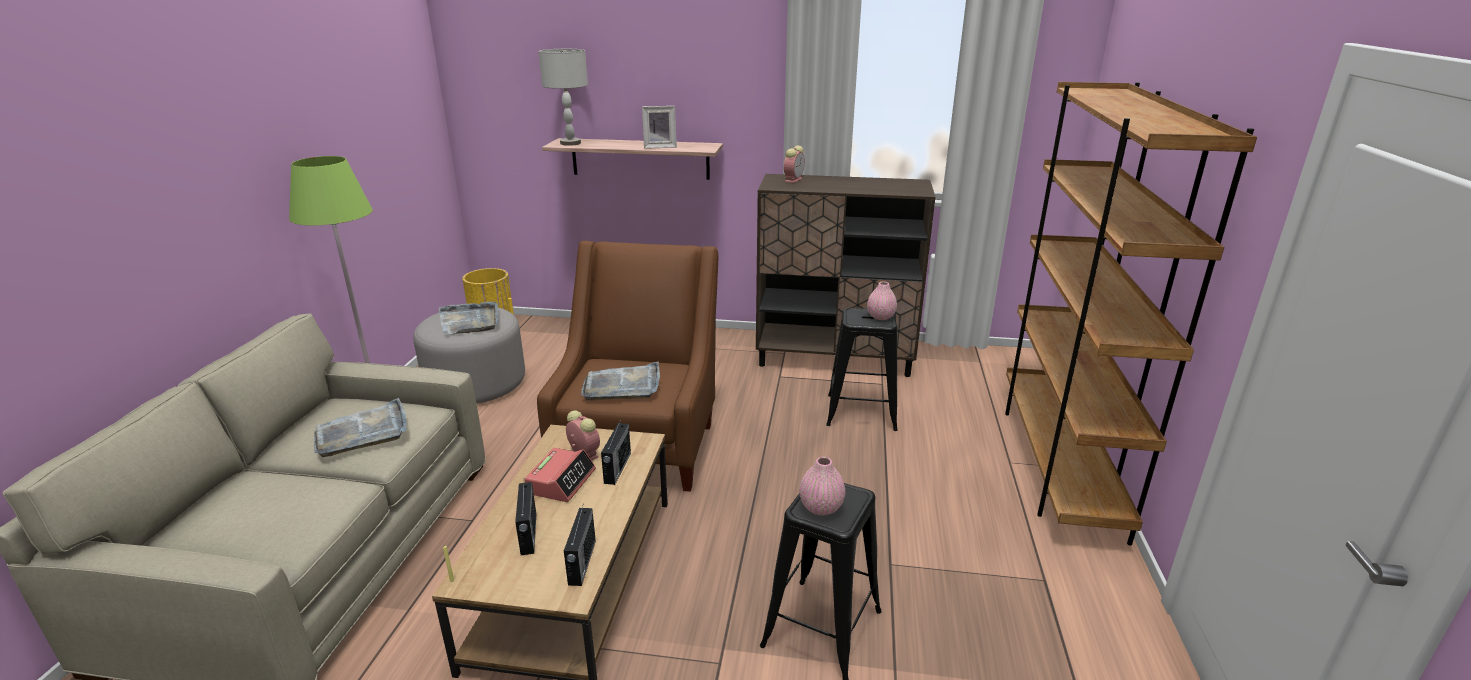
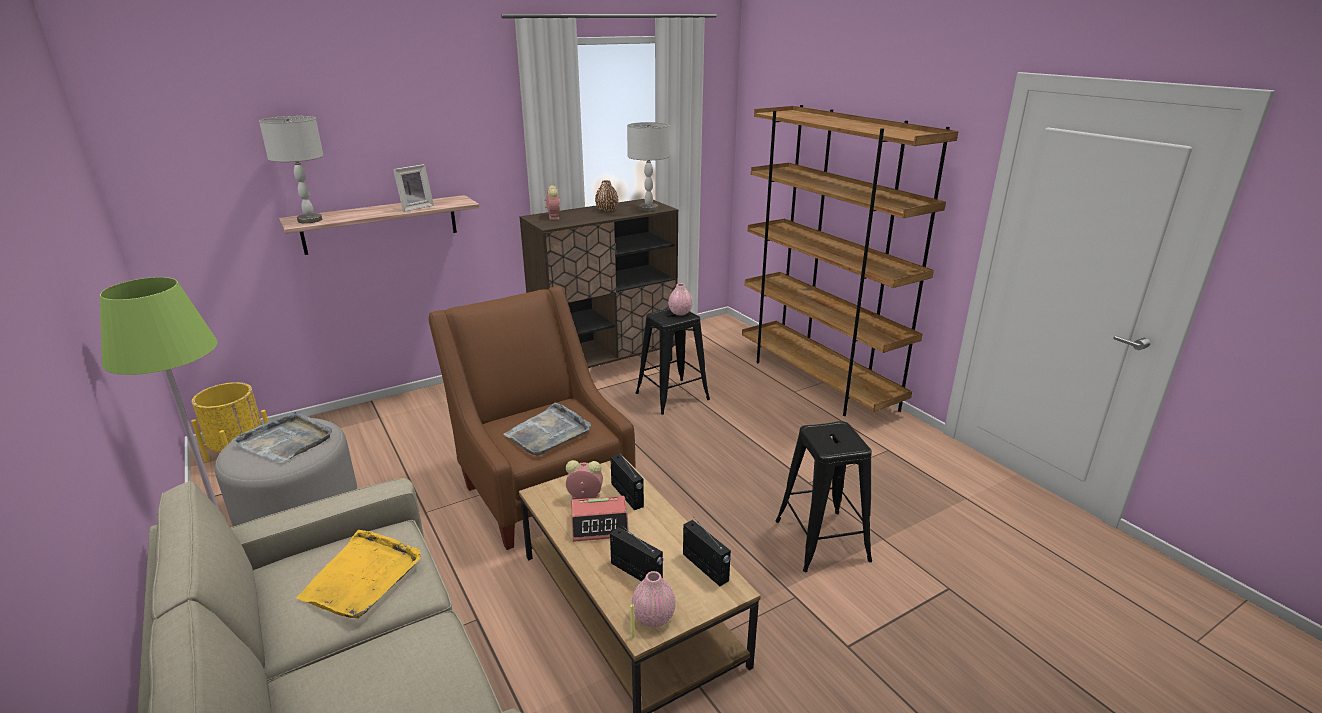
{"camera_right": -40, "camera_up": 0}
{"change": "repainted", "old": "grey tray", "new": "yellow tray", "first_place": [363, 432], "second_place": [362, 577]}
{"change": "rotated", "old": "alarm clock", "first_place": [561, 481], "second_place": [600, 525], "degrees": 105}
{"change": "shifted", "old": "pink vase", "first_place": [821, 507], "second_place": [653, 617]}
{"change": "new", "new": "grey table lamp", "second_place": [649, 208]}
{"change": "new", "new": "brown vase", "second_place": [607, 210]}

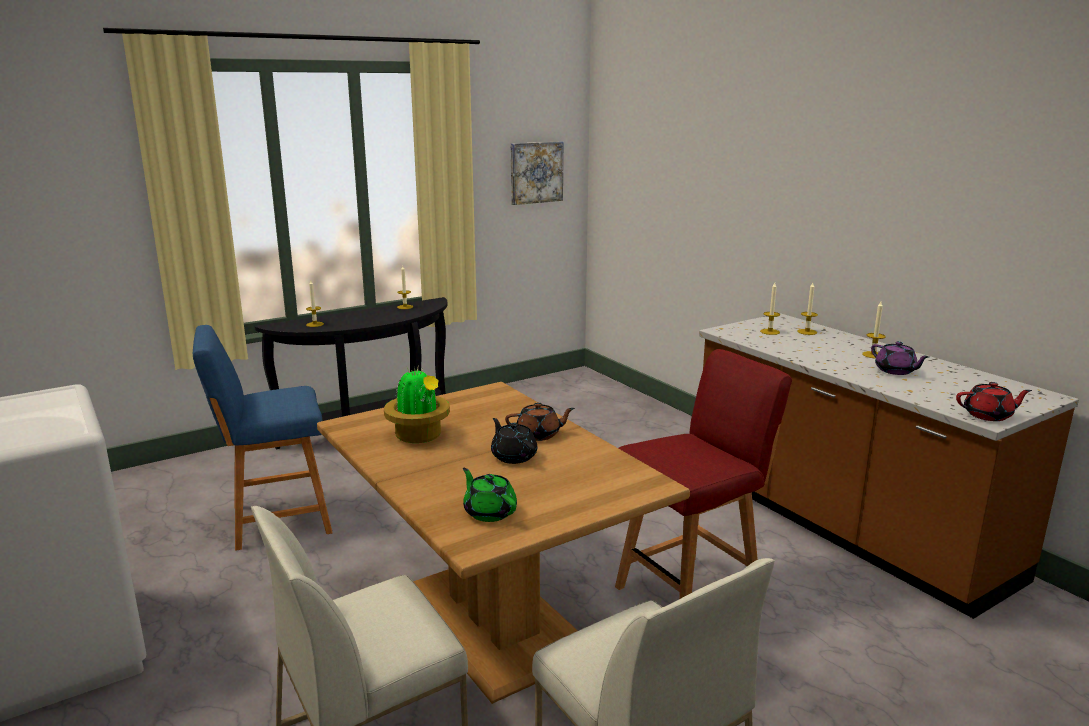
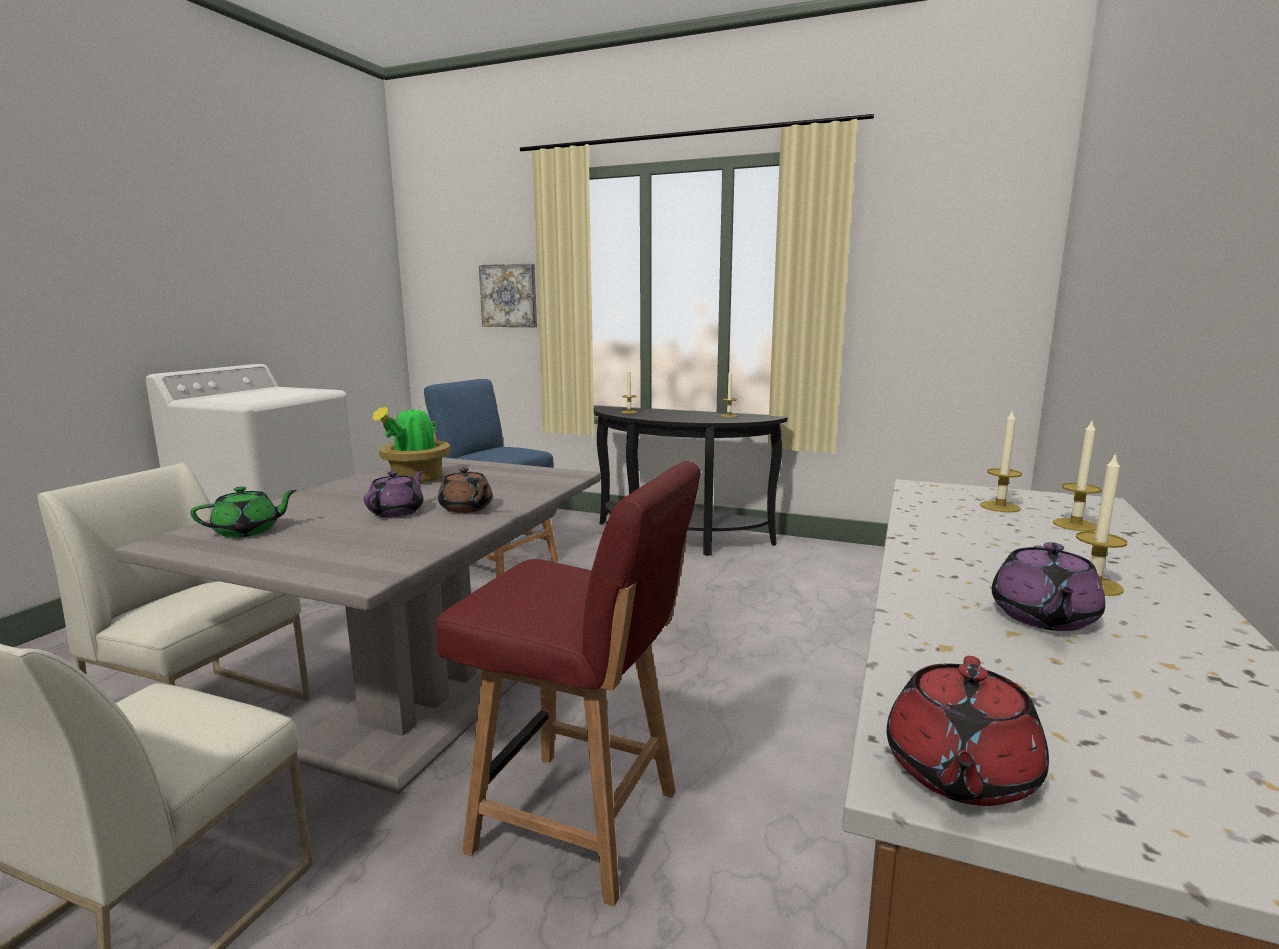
{"camera_right": 55, "camera_up": -5}
{"change": "shifted", "old": "picture", "first_place": [536, 172], "second_place": [509, 296]}
{"change": "repainted", "old": "brown dining table", "new": "grey dining table", "first_place": [490, 621], "second_place": [419, 704]}
{"change": "rotated", "old": "red teapot", "first_place": [988, 415], "second_place": [959, 773], "degrees": 60}
{"change": "repainted", "old": "black teapot", "new": "purple teapot", "first_place": [513, 456], "second_place": [397, 512]}
{"change": "rotated", "old": "green teapot", "first_place": [489, 512], "second_place": [248, 531], "degrees": 45}

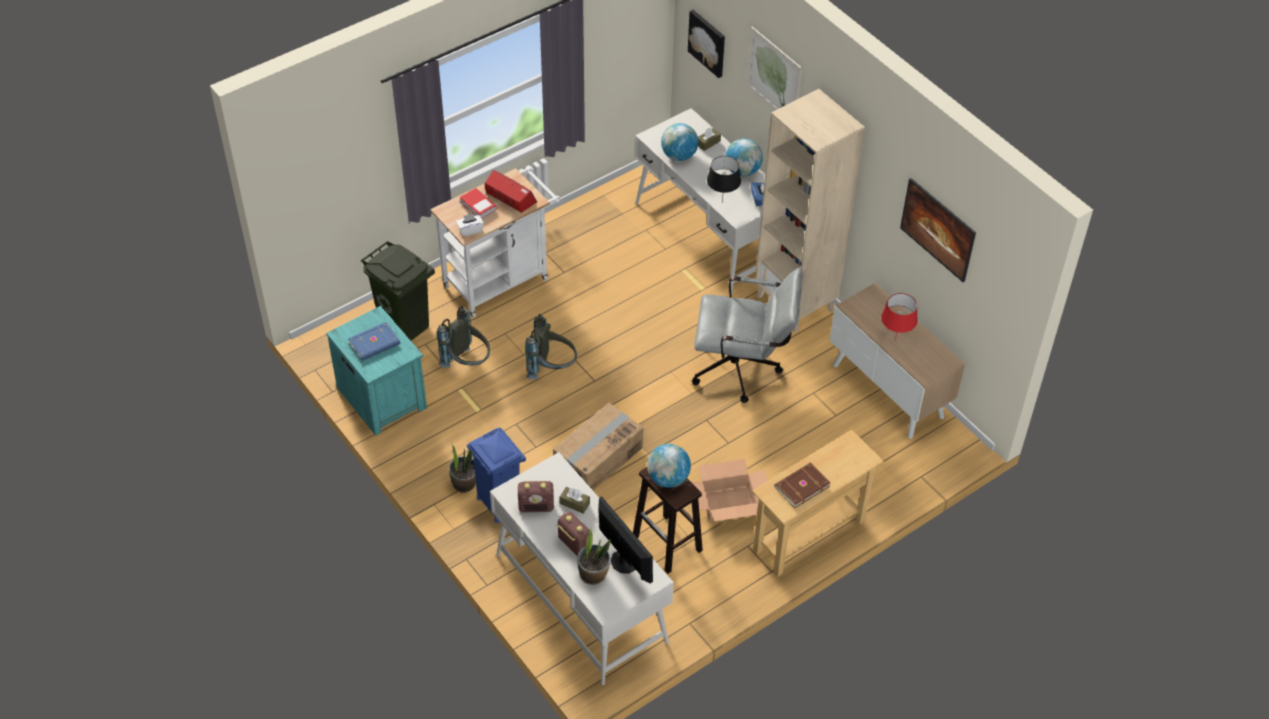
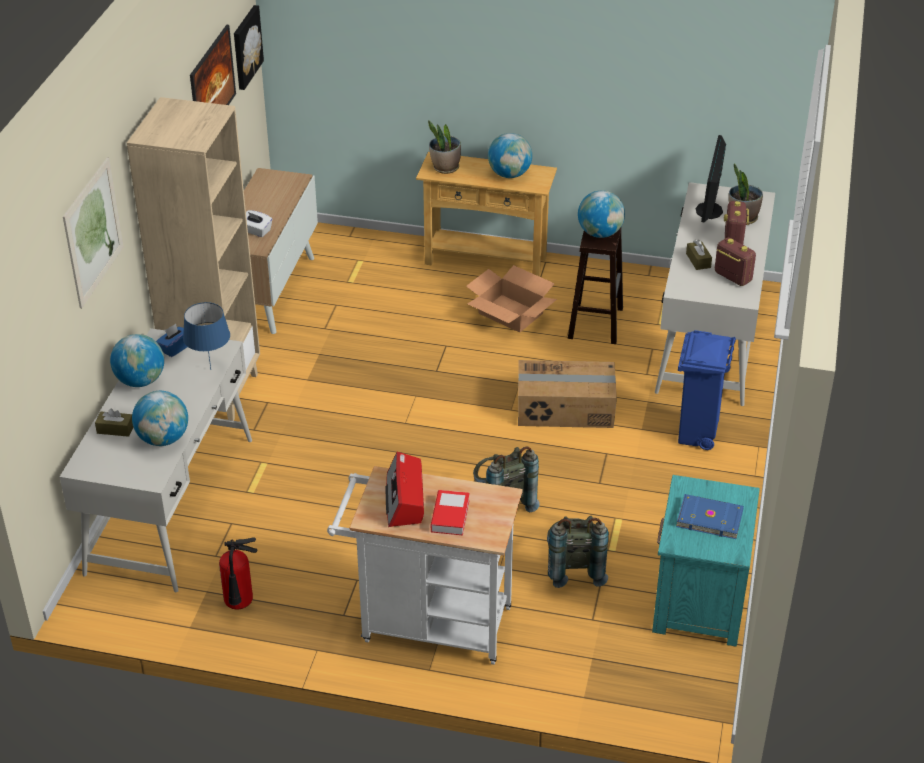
{"camera_right": -130, "camera_up": -10}
{"change": "shifted", "old": "picture", "first_place": [708, 42], "second_place": [245, 47]}
{"change": "repainted", "old": "black table lamp", "new": "blue table lamp", "first_place": [722, 202], "second_place": [210, 369]}
{"change": "shifted", "old": "white tissue box", "first_place": [470, 230], "second_place": [256, 231]}
{"change": "gone", "old": "green trash can", "first_place": [403, 325]}
{"change": "gone", "old": "grey office chair", "first_place": [743, 369]}
{"change": "gone", "old": "red table lamp", "first_place": [895, 340]}
{"change": "shifted", "old": "potted plant", "first_place": [464, 483], "second_place": [445, 168]}
{"change": "swapped", "old": "brown book", "new": "globe", "first_place": [801, 486], "second_place": [509, 174]}
{"change": "new", "new": "fire extinguisher", "second_place": [240, 605]}

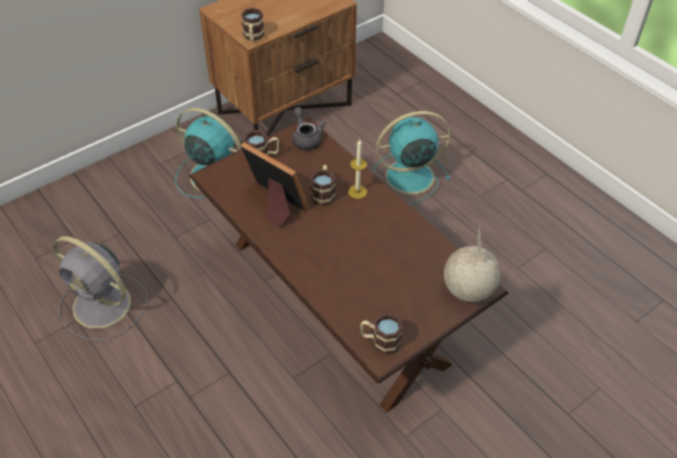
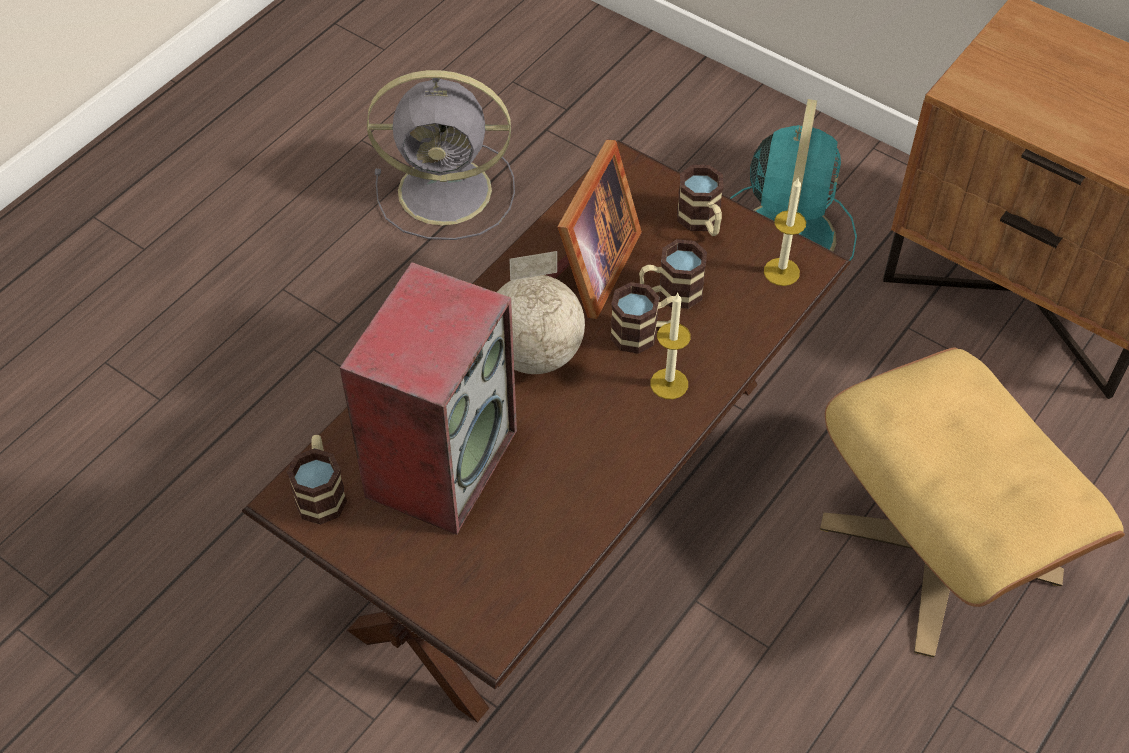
{"camera_right": 75, "camera_up": 5}
{"change": "shifted", "old": "mug", "first_place": [253, 37], "second_place": [670, 293]}
{"change": "swapped", "old": "grey teapot", "new": "candle", "first_place": [306, 138], "second_place": [781, 272]}
{"change": "swapped", "old": "turquoise fan", "new": "beige ottoman", "first_place": [407, 177], "second_place": [938, 550]}
{"change": "shifted", "old": "globe", "first_place": [467, 291], "second_place": [534, 354]}
{"change": "rotated", "old": "grey fan", "first_place": [104, 306], "second_place": [449, 191], "degrees": -105}
{"change": "new", "new": "speaker", "second_place": [441, 461]}

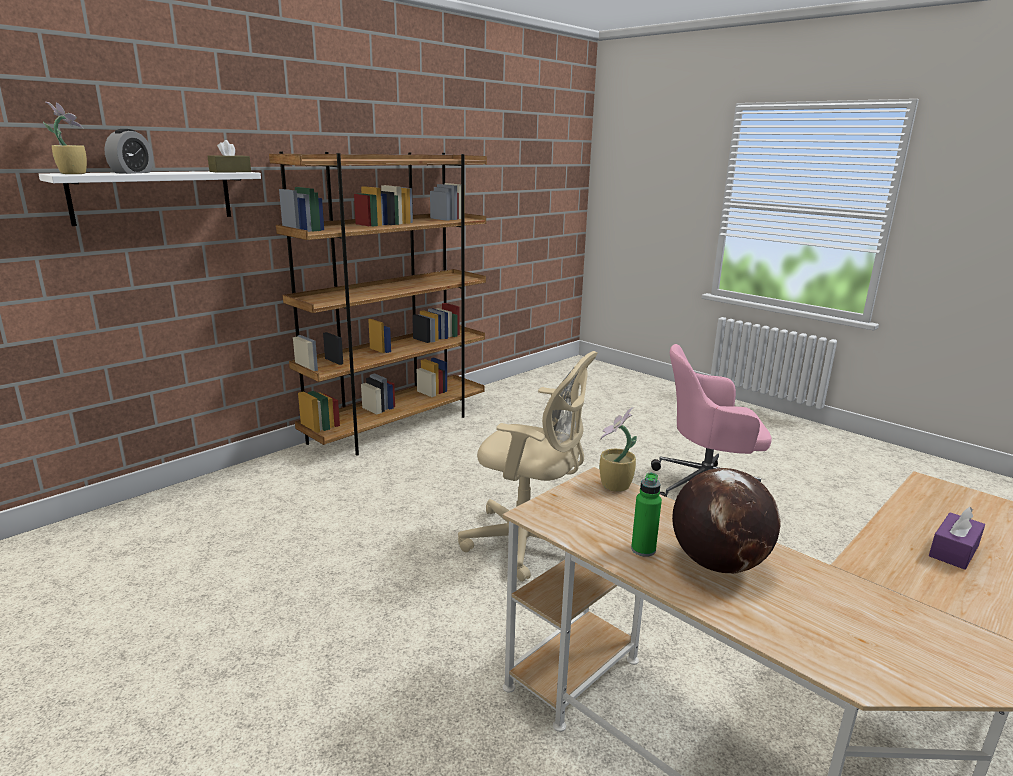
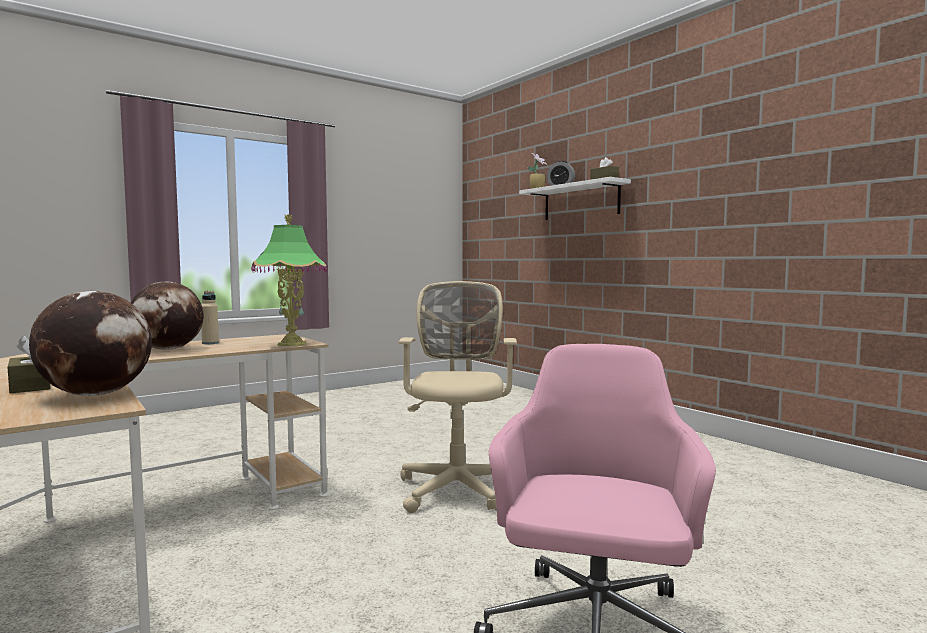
{"camera_right": 100, "camera_up": -15}
{"change": "gone", "old": "brown bookcase", "first_place": [397, 426]}
{"change": "rotated", "old": "beige office chair", "first_place": [528, 544], "second_place": [457, 487], "degrees": 150}
{"change": "swapped", "old": "potted plant", "new": "table lamp", "first_place": [614, 486], "second_place": [291, 344]}
{"change": "repainted", "old": "green bottle", "new": "beige bottle", "first_place": [643, 549], "second_place": [210, 343]}
{"change": "repainted", "old": "purple tissue box", "new": "brown tissue box", "first_place": [953, 551], "second_place": [30, 386]}
{"change": "new", "new": "globe", "second_place": [97, 394]}

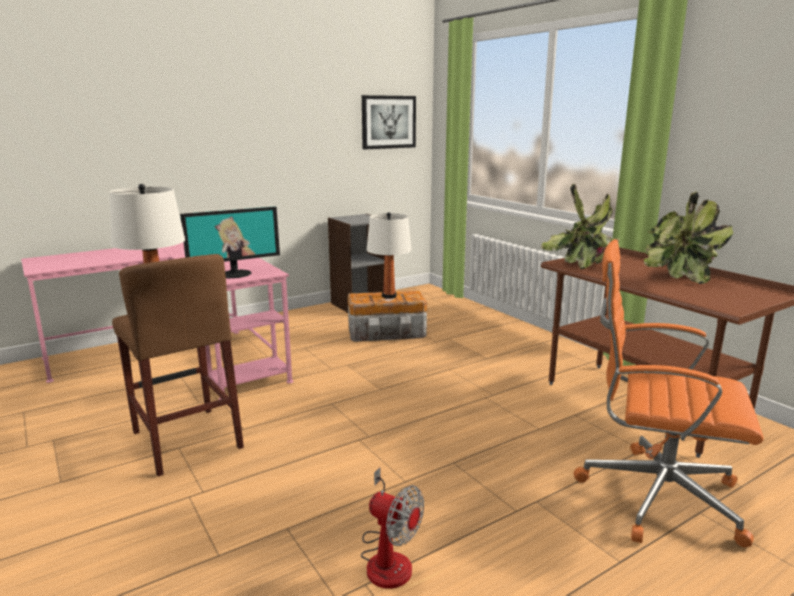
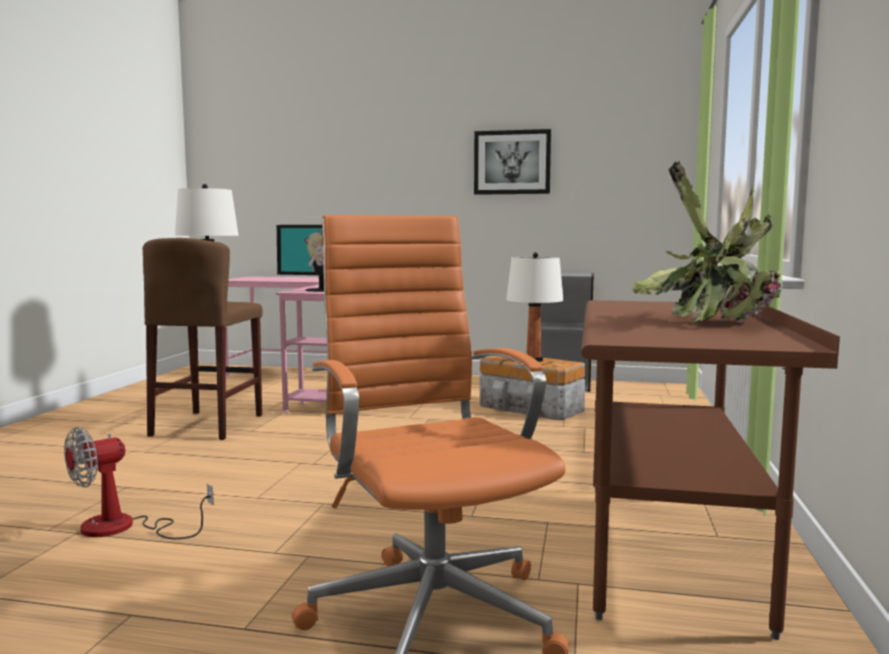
{"camera_right": 45, "camera_up": -10}
{"change": "shifted", "old": "picture", "first_place": [388, 122], "second_place": [512, 162]}
{"change": "gone", "old": "potted plant", "first_place": [582, 262]}
{"change": "rotated", "old": "fan", "first_place": [387, 558], "second_place": [124, 528], "degrees": 60}

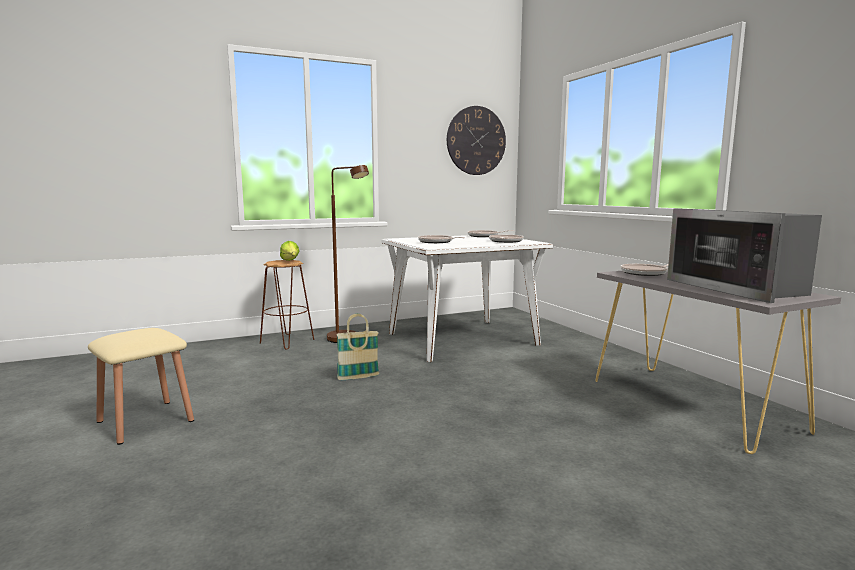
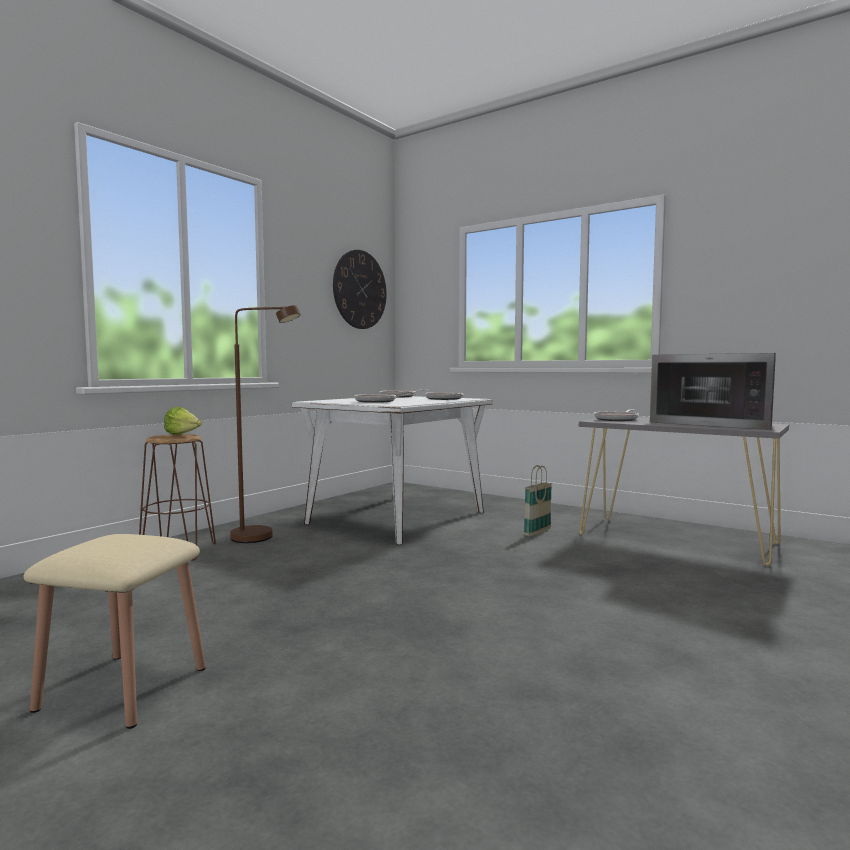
{"camera_right": -30, "camera_up": -5}
{"change": "shifted", "old": "basket", "first_place": [358, 377], "second_place": [537, 532]}

